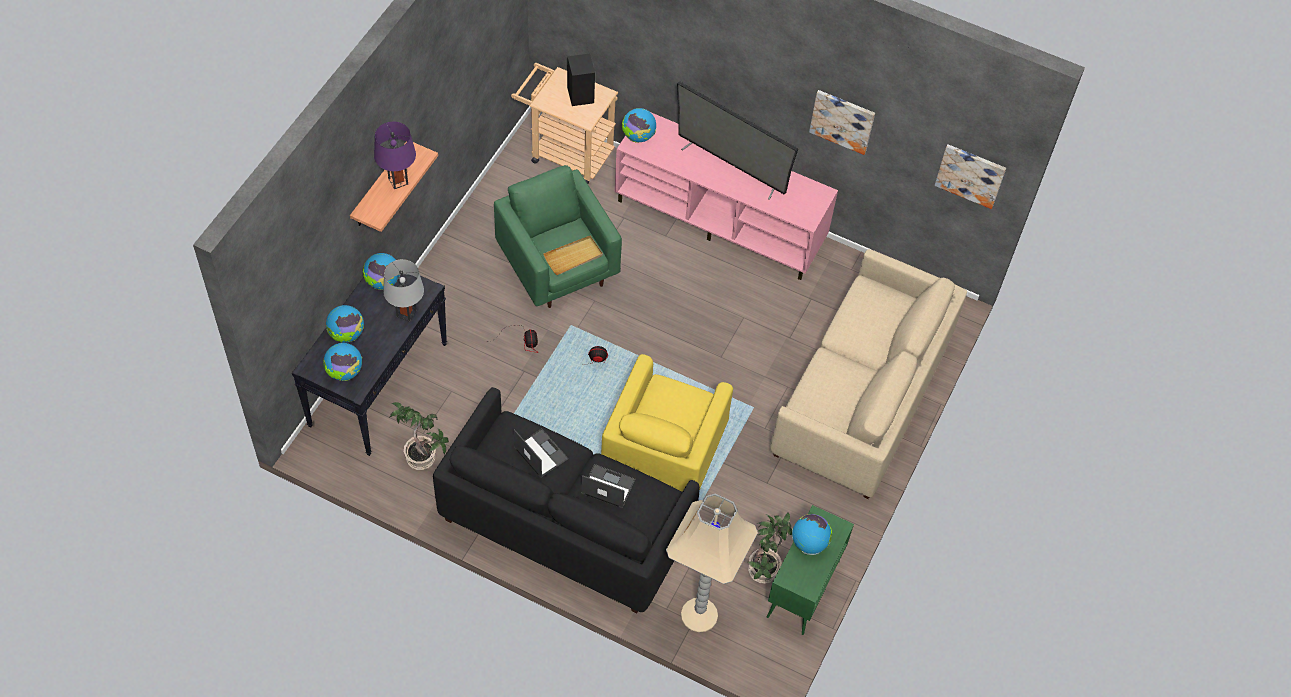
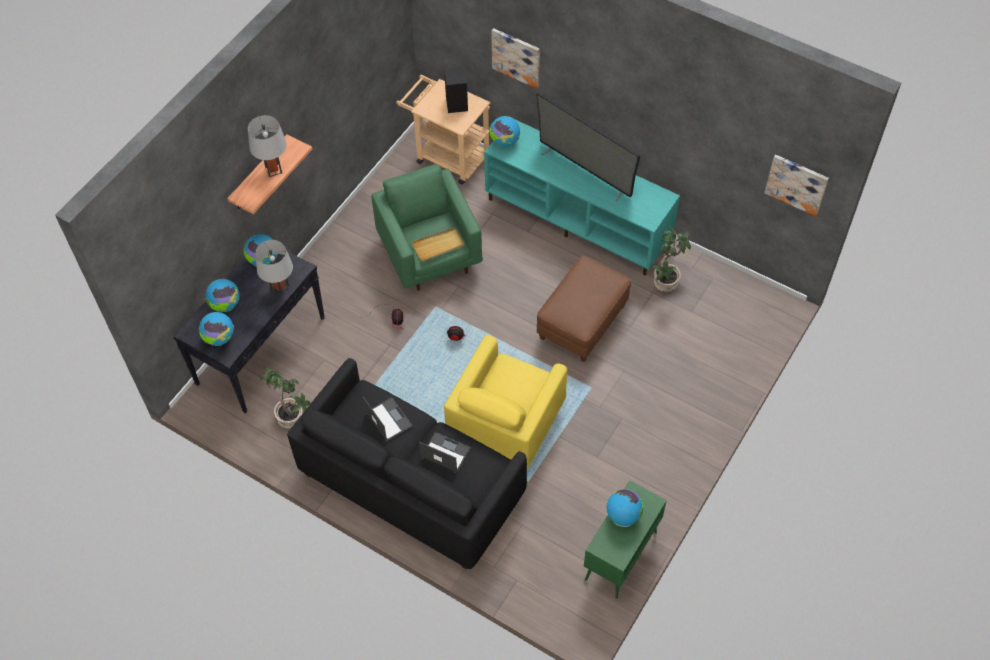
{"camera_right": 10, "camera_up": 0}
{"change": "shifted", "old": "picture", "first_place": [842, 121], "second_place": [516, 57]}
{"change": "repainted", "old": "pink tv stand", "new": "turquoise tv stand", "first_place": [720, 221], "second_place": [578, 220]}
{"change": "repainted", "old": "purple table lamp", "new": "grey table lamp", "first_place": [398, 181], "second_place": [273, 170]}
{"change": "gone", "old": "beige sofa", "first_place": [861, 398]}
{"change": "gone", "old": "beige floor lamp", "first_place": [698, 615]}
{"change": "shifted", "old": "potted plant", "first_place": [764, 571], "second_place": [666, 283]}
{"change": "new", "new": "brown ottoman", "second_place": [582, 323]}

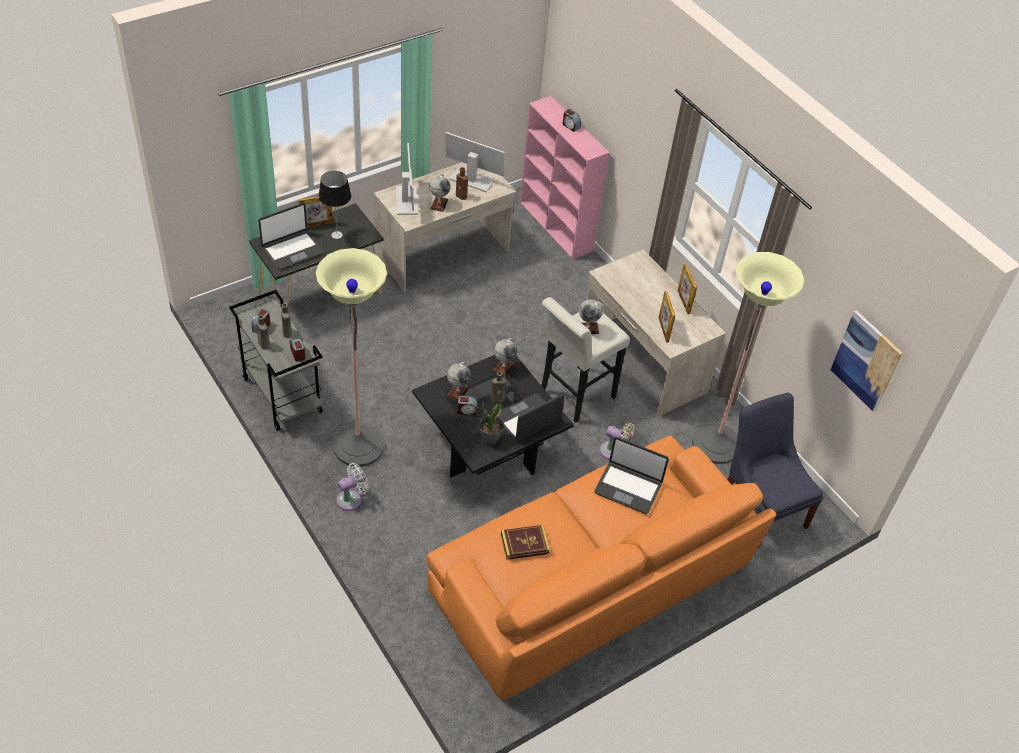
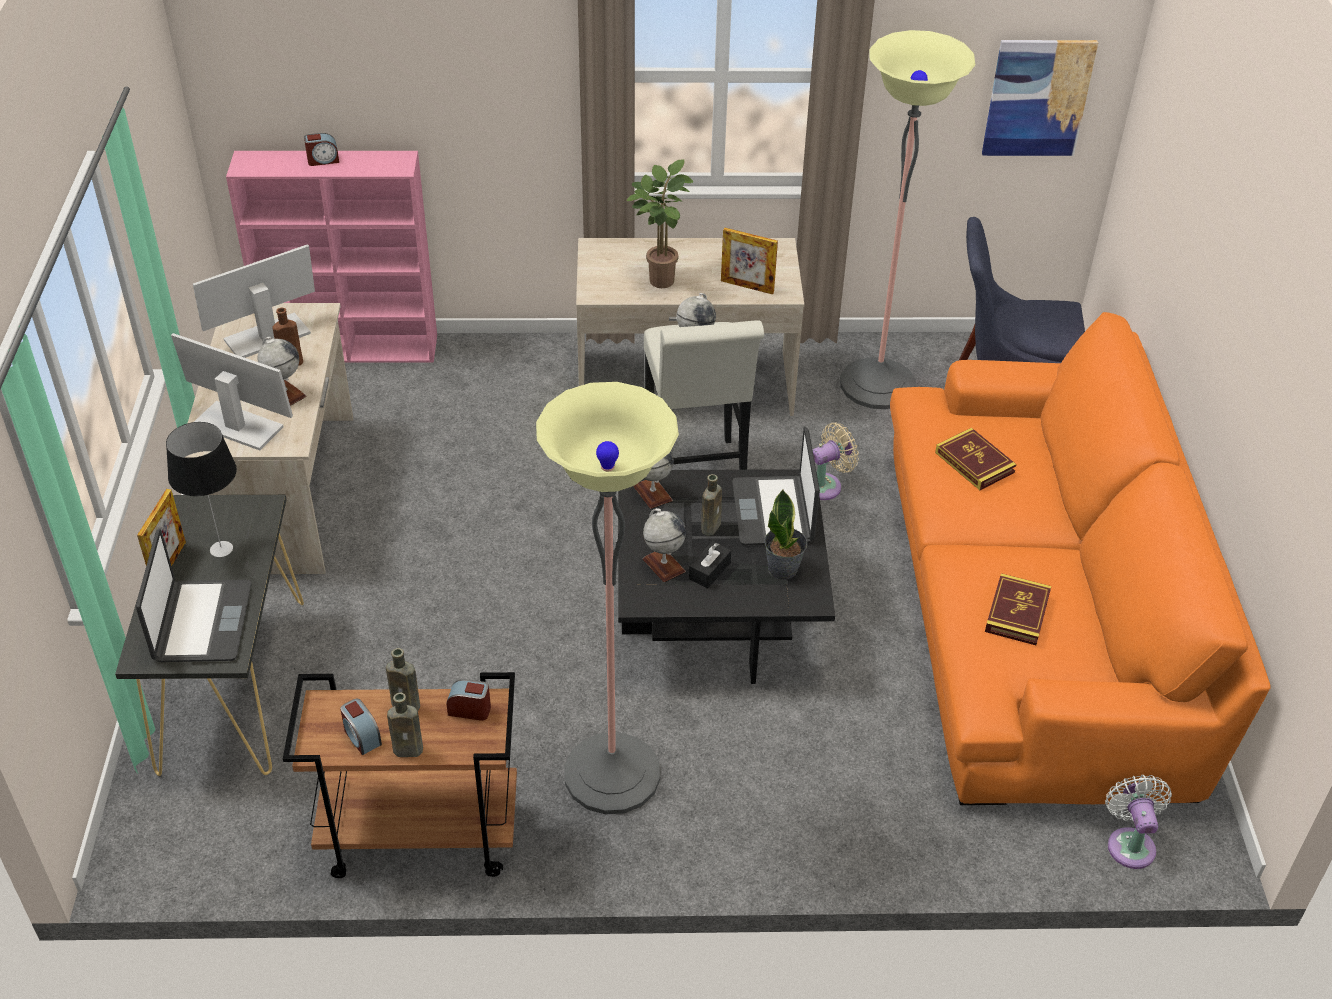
{"camera_right": -55, "camera_up": -5}
{"change": "gone", "old": "picture frame", "first_place": [683, 302]}
{"change": "repainted", "old": "grey cart", "new": "brown cart", "first_place": [281, 395], "second_place": [418, 836]}
{"change": "swapped", "old": "alarm clock", "new": "black tissue box", "first_place": [467, 410], "second_place": [709, 571]}
{"change": "swapped", "old": "laptop", "new": "book", "first_place": [628, 487], "second_place": [974, 462]}
{"change": "shifted", "old": "white fan", "first_place": [351, 499], "second_place": [1130, 843]}
{"change": "new", "new": "potted plant", "second_place": [659, 278]}

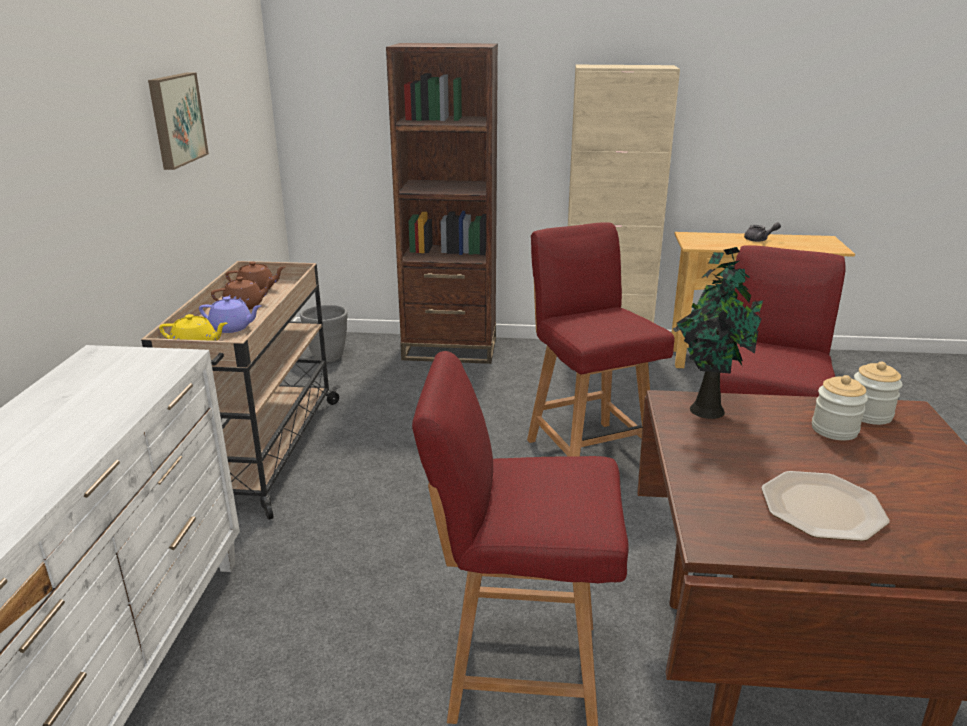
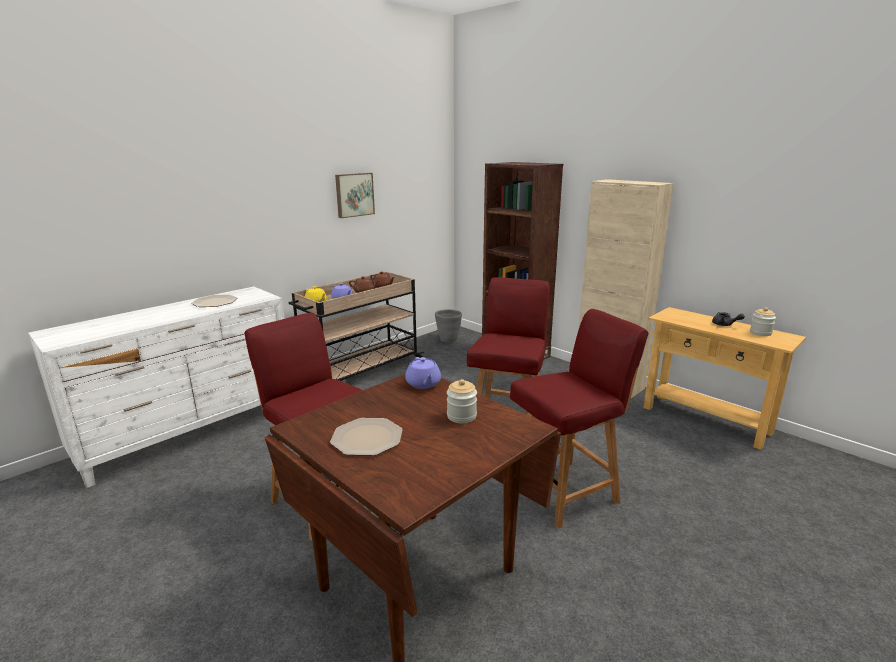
{"camera_right": 40, "camera_up": -5}
{"change": "swapped", "old": "potted plant", "new": "purple teapot", "first_place": [706, 408], "second_place": [423, 384]}
{"change": "shifted", "old": "jar", "first_place": [869, 415], "second_place": [760, 333]}
{"change": "new", "new": "plate", "second_place": [215, 302]}

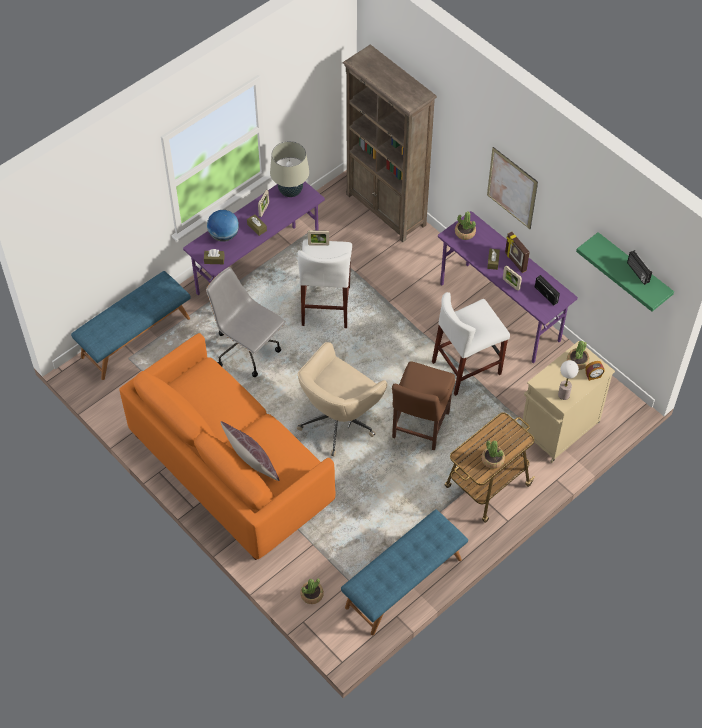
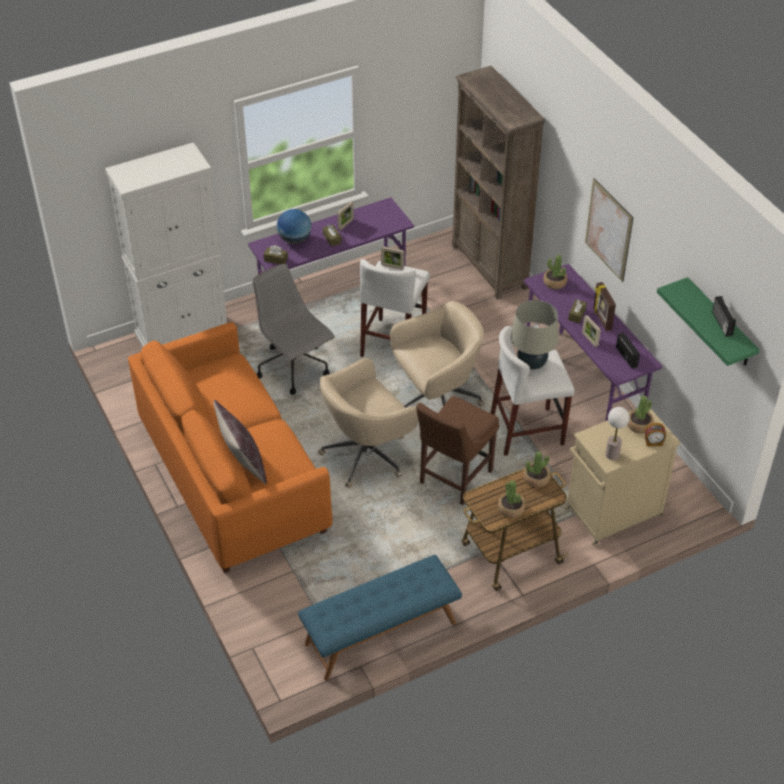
{"camera_right": 15, "camera_up": -10}
{"change": "shifted", "old": "beige table lamp", "first_place": [290, 191], "second_place": [531, 363]}
{"change": "swapped", "old": "blue bench", "new": "white cabinet", "first_place": [135, 337], "second_place": [182, 334]}
{"change": "shifted", "old": "potted plant", "first_place": [312, 594], "second_place": [536, 478]}
{"change": "new", "new": "beige office chair", "second_place": [437, 400]}

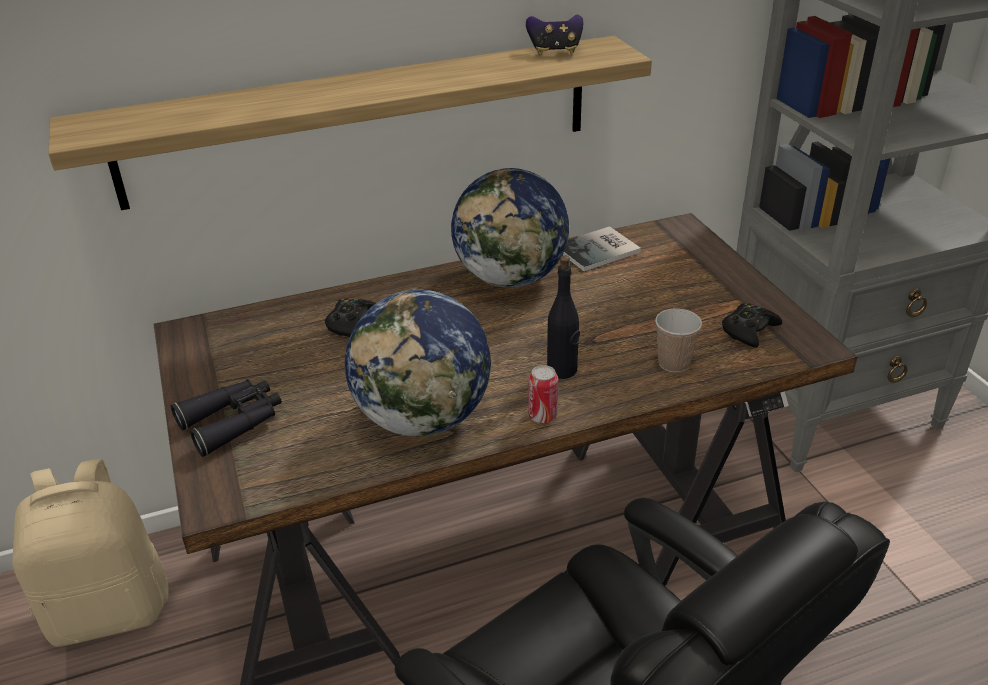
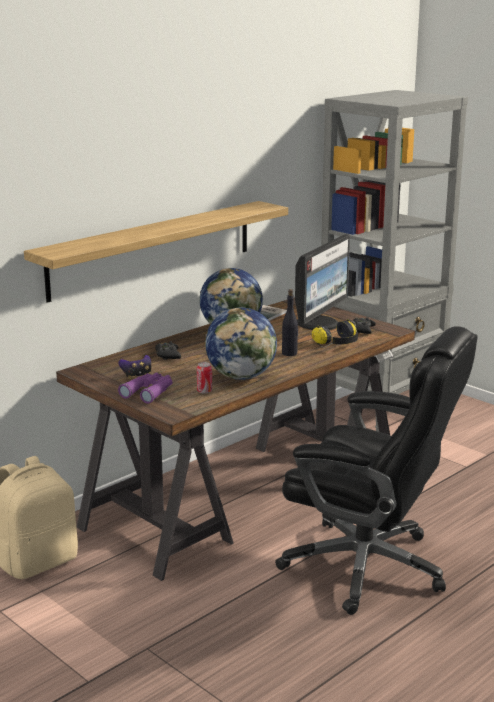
{"camera_right": -25, "camera_up": -15}
{"change": "shifted", "old": "game controller", "first_place": [555, 51], "second_place": [137, 376]}
{"change": "swapped", "old": "cup", "new": "headphones", "first_place": [673, 363], "second_place": [338, 344]}
{"change": "shifted", "old": "can", "first_place": [543, 416], "second_place": [204, 391]}
{"change": "repainted", "old": "black binoculars", "new": "purple binoculars", "first_place": [233, 422], "second_place": [149, 392]}
{"change": "new", "new": "monitor", "second_place": [319, 324]}

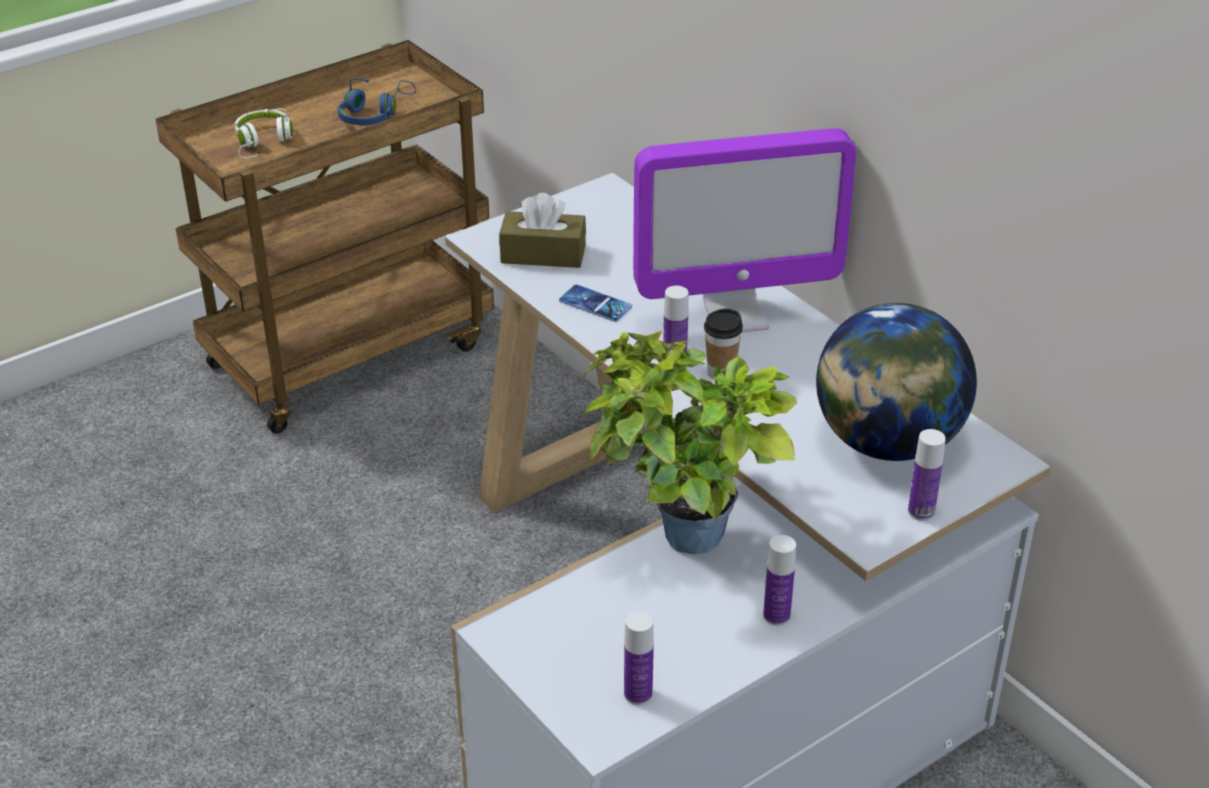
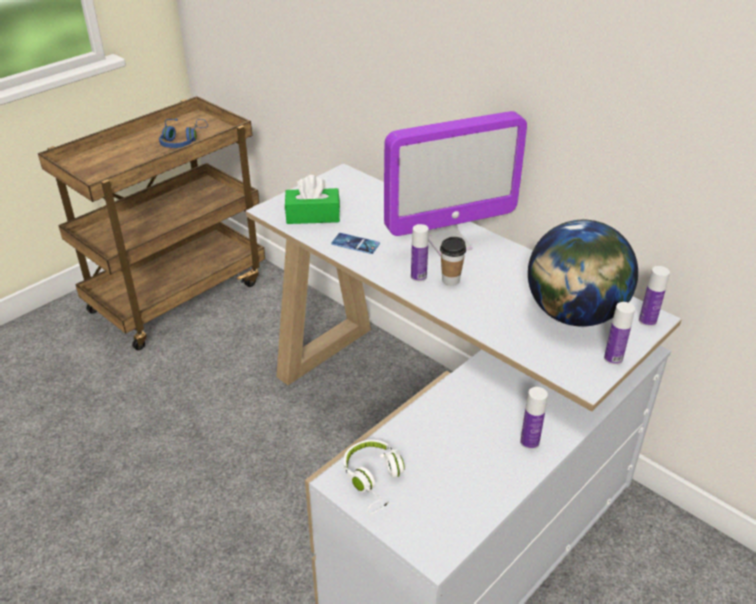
{"camera_right": -10, "camera_up": 0}
{"change": "shifted", "old": "white headphones", "first_place": [263, 142], "second_place": [374, 480]}
{"change": "repainted", "old": "brown tissue box", "new": "green tissue box", "first_place": [543, 254], "second_place": [313, 216]}
{"change": "gone", "old": "potted plant", "first_place": [679, 543]}
{"change": "shifted", "old": "bottle", "first_place": [638, 694], "second_place": [647, 321]}

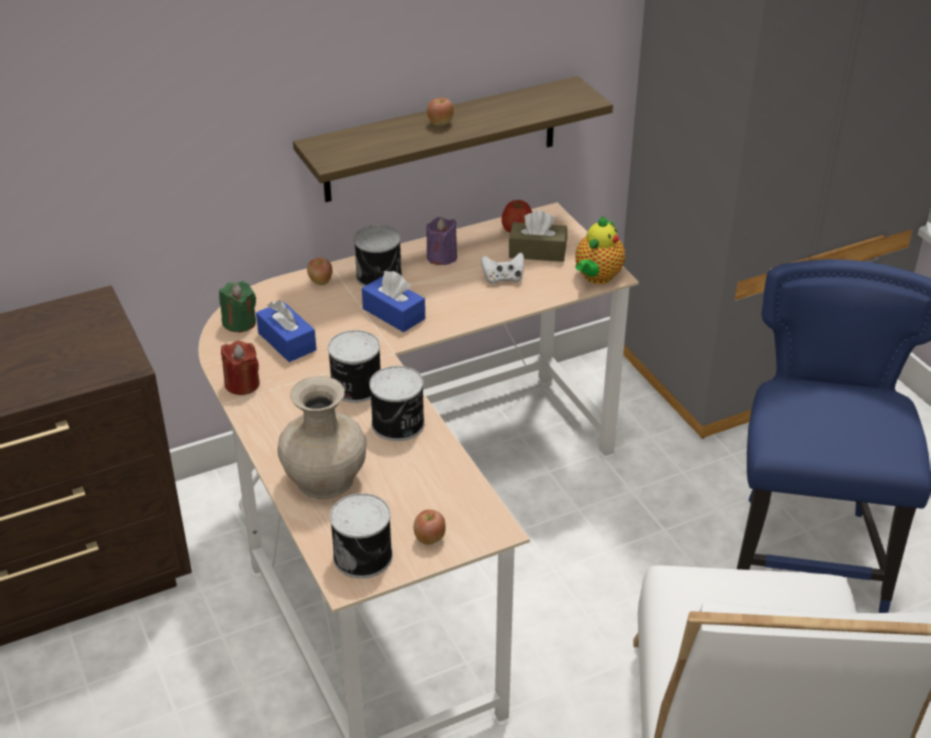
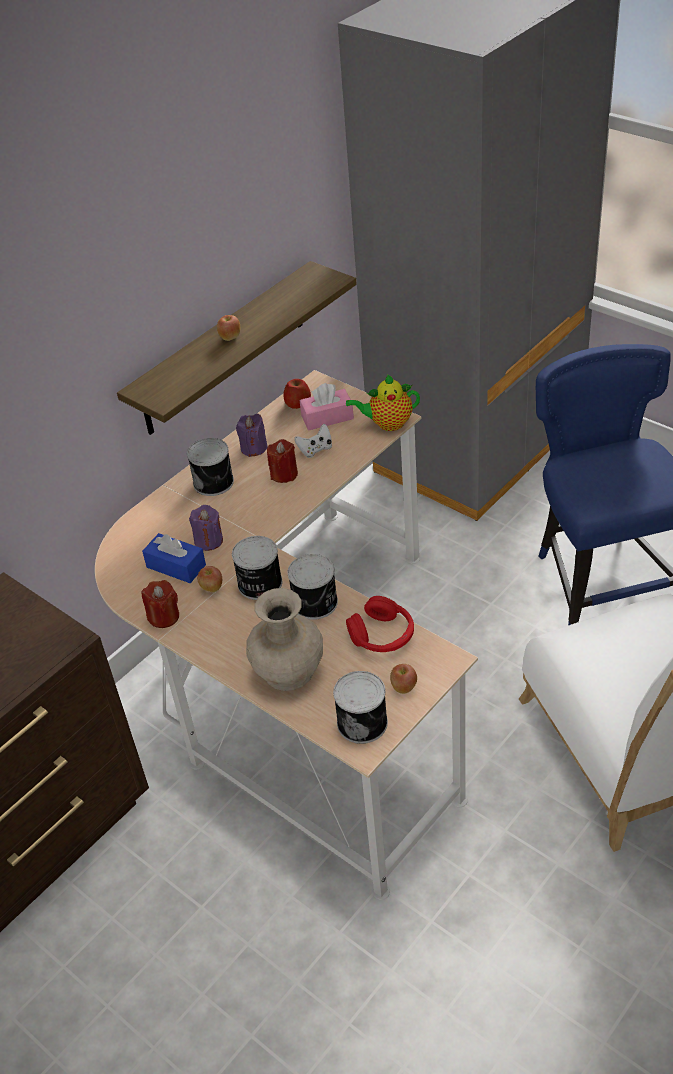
{"camera_right": -20, "camera_up": 5}
{"change": "repainted", "old": "brown tissue box", "new": "pink tissue box", "first_place": [537, 252], "second_place": [327, 417]}
{"change": "rotated", "old": "teapot", "first_place": [596, 277], "second_place": [387, 424], "degrees": 75}
{"change": "shifted", "old": "apple", "first_place": [320, 282], "second_place": [211, 588]}
{"change": "gone", "old": "blue tissue box", "first_place": [394, 314]}
{"change": "gone", "old": "green candle", "first_place": [239, 323]}
{"change": "new", "new": "red candle", "second_place": [284, 474]}
{"change": "new", "new": "purple candle", "second_place": [208, 541]}
{"change": "new", "new": "red headphones", "second_place": [382, 635]}

